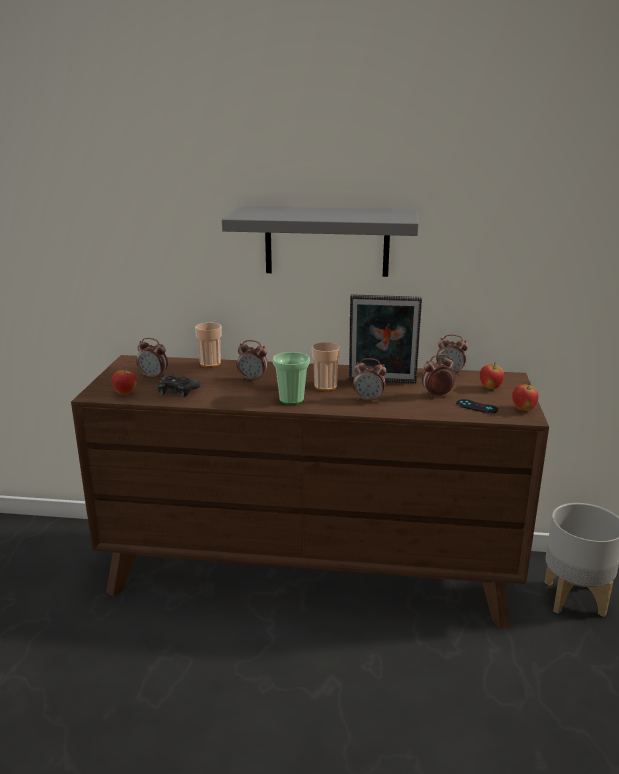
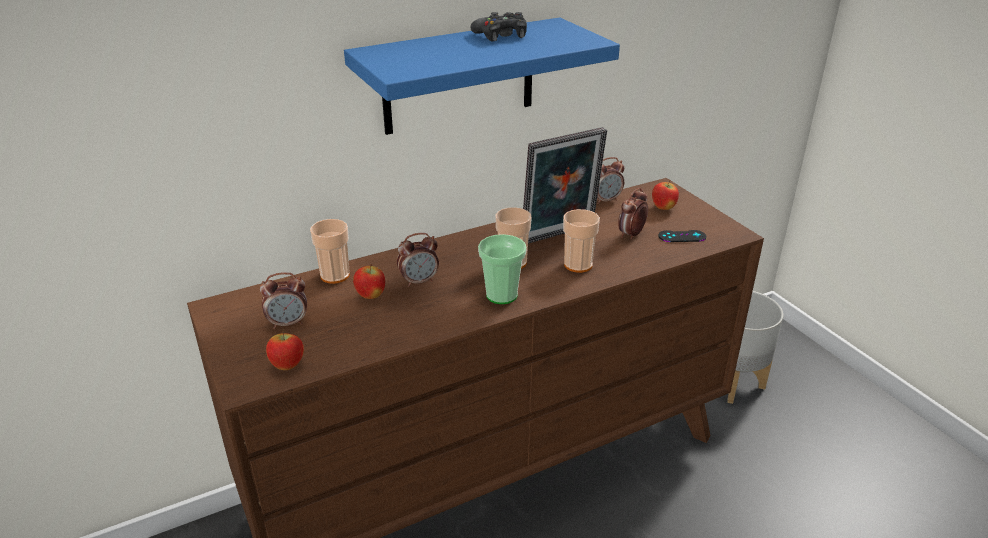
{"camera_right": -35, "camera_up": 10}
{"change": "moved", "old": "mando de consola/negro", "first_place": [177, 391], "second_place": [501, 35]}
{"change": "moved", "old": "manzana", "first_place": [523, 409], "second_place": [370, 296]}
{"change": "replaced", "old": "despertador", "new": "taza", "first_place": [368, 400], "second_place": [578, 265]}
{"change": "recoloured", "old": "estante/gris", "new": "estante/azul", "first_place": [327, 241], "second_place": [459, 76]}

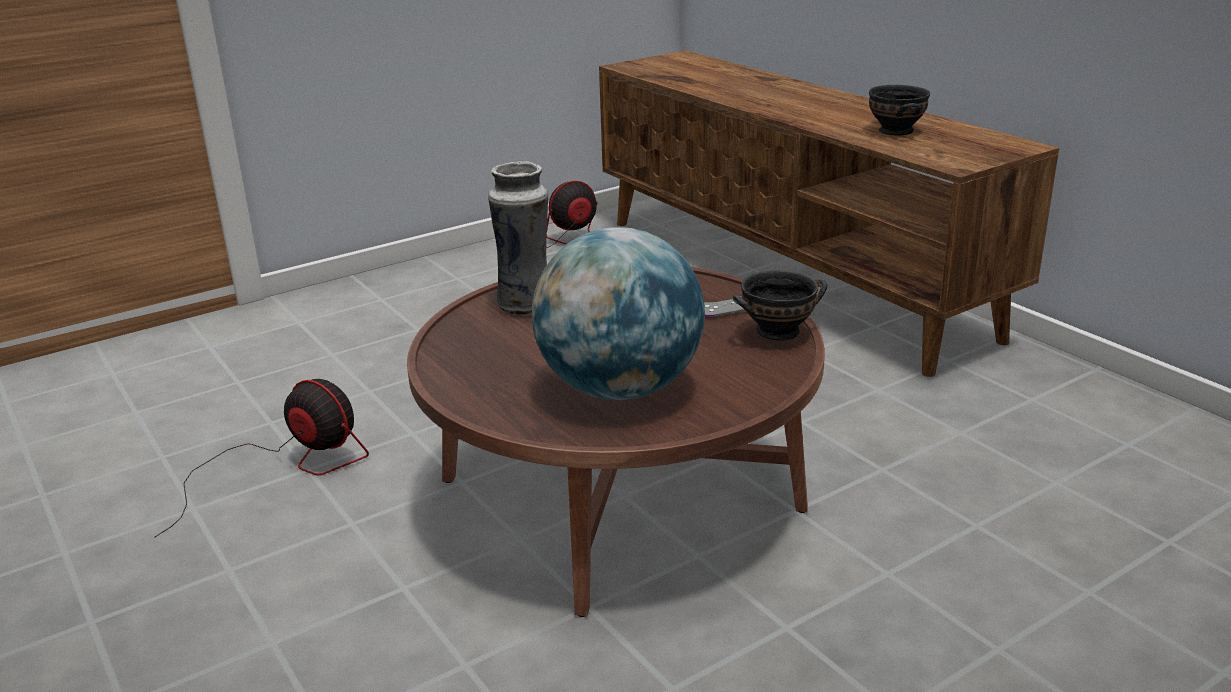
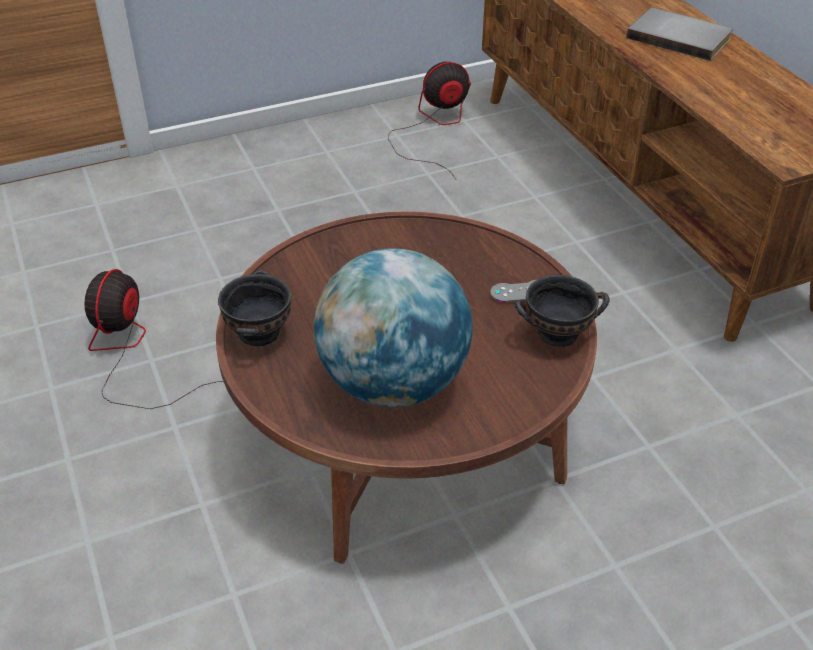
{"camera_right": 10, "camera_up": 15}
{"change": "removed", "old": "florero", "first_place": [525, 305]}
{"change": "added", "new": "libro/gris", "second_place": [680, 37]}
{"change": "moved", "old": "cuenco/negro", "first_place": [895, 131], "second_place": [258, 334]}
{"change": "turned", "old": "ventilador", "first_place": [286, 466], "second_place": [134, 354], "degrees": -120}

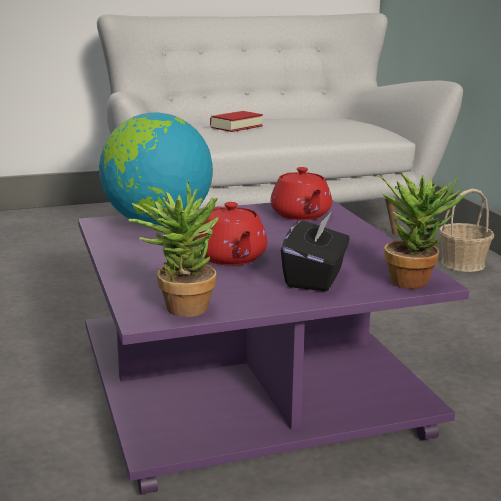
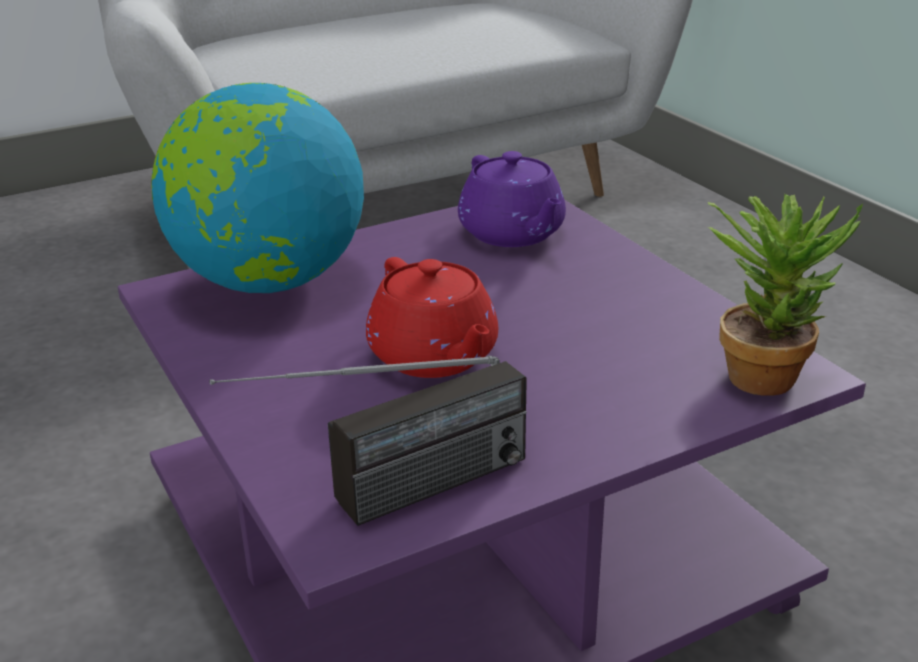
{"camera_right": -10, "camera_up": 10}
{"change": "removed", "old": "libro", "first_place": [236, 126]}
{"change": "removed", "old": "caja de pañuelos/negro", "first_place": [315, 278]}
{"change": "removed", "old": "cesta", "first_place": [463, 264]}
{"change": "replaced", "old": "planta en maceta", "new": "radio", "first_place": [179, 307], "second_place": [388, 500]}
{"change": "recoloured", "old": "tetera/rojo", "new": "tetera/morado", "first_place": [301, 215], "second_place": [513, 234]}

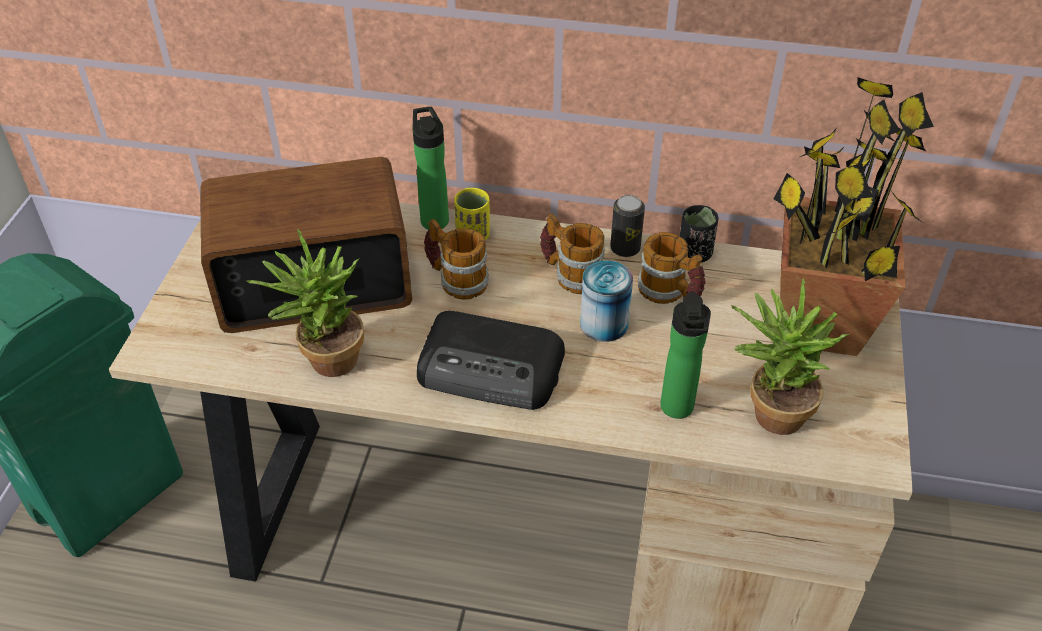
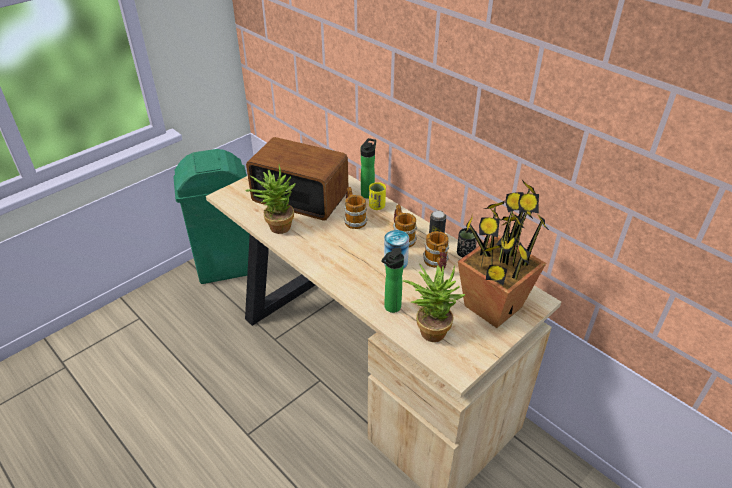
{"camera_right": 35, "camera_up": -5}
{"change": "removed", "old": "radio", "first_place": [492, 369]}

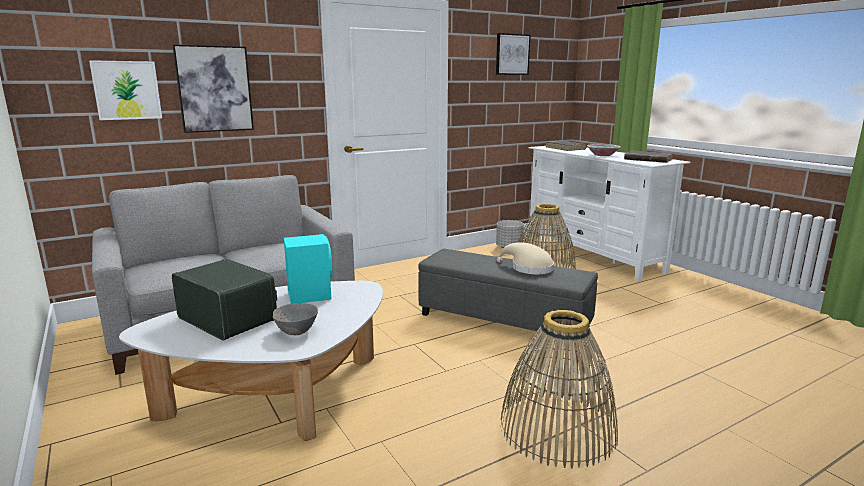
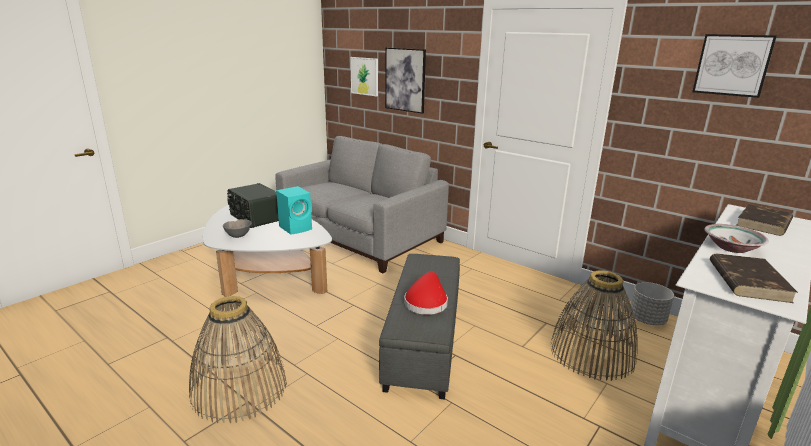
{"camera_right": 70, "camera_up": 5}
{"change": "recoloured", "old": "sombrero/beis", "new": "sombrero/rojo", "first_place": [528, 268], "second_place": [426, 302]}
{"change": "turned", "old": "radio", "first_place": [229, 318], "second_place": [255, 217], "degrees": 120}

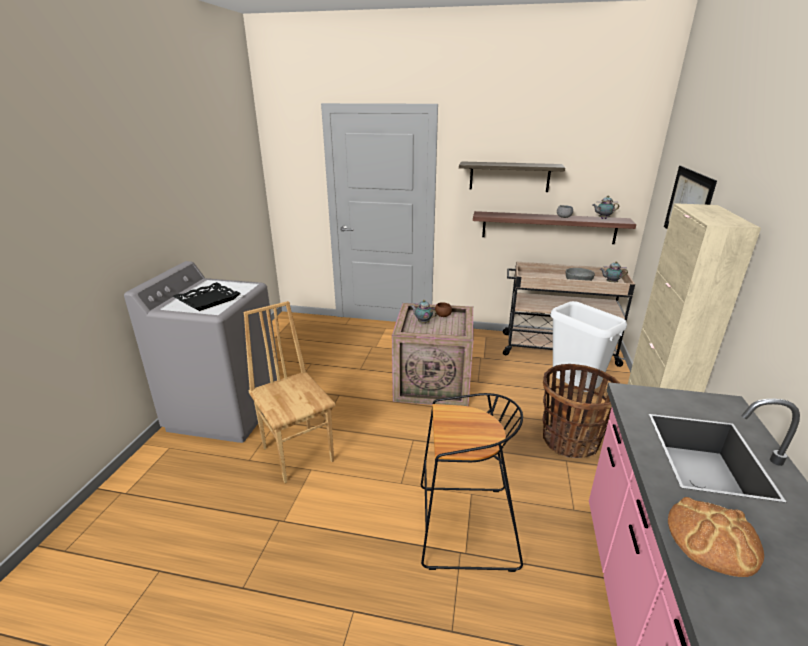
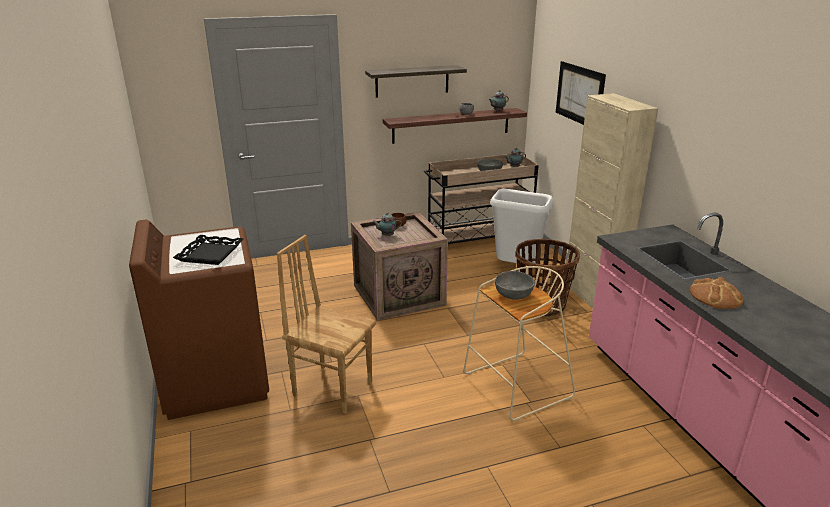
{"camera_right": -30, "camera_up": 0}
{"change": "added", "new": "cuenco/gris", "second_place": [513, 294]}
{"change": "recoloured", "old": "lavadora/gris", "new": "lavadora/marrón", "first_place": [226, 411], "second_place": [215, 380]}
{"change": "recoloured", "old": "taburete/negro", "new": "taburete/beis", "first_place": [464, 527], "second_place": [516, 387]}

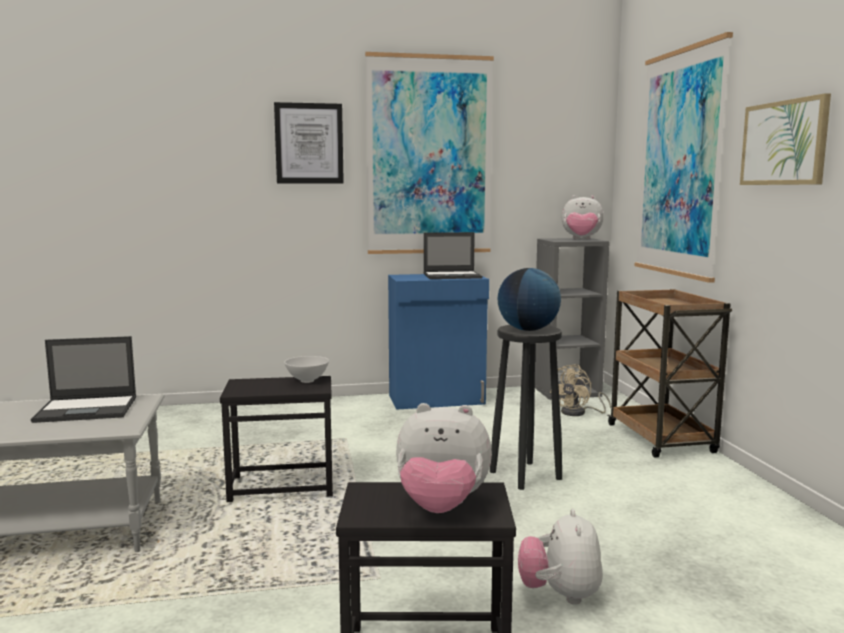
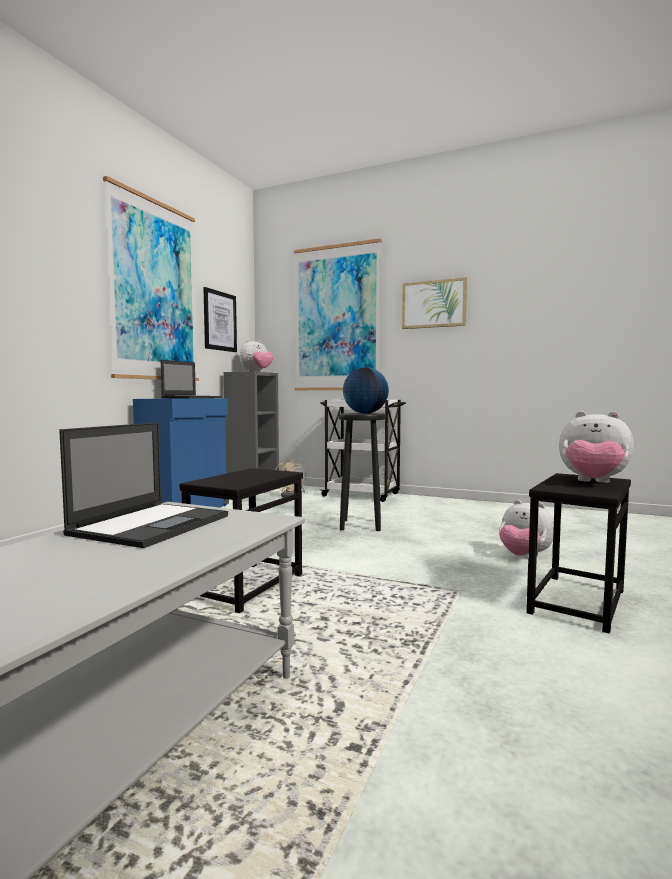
{"camera_right": -55, "camera_up": -5}
{"change": "removed", "old": "cuenco/blanco", "first_place": [307, 381]}
{"change": "moved", "old": "cuadro", "first_place": [309, 143], "second_place": [220, 321]}
{"change": "recoloured", "old": "carrito/marrón", "new": "carrito/blanco", "first_place": [661, 439], "second_place": [362, 495]}
{"change": "turned", "old": "peluche", "first_place": [441, 507], "second_place": [593, 482], "degrees": 75}

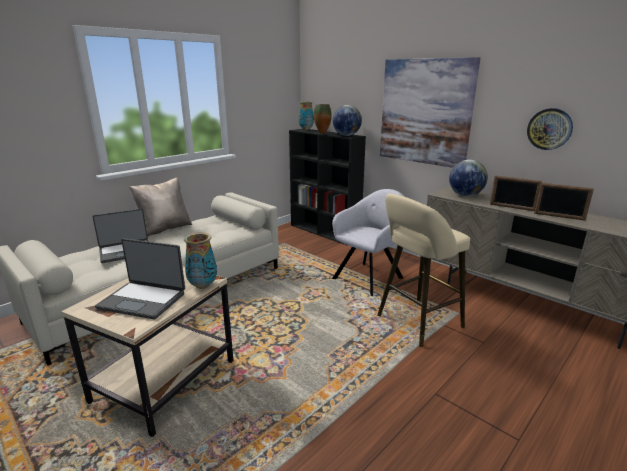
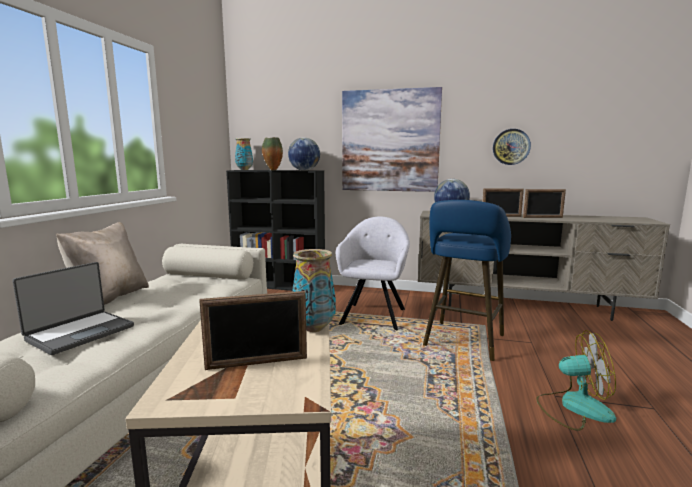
{"camera_right": -30, "camera_up": -10}
{"change": "added", "new": "ventilador", "second_place": [574, 407]}
{"change": "replaced", "old": "portátil", "new": "portarretratos", "first_place": [143, 300], "second_place": [257, 363]}
{"change": "recoloured", "old": "taburete/beis", "new": "taburete/azul", "first_place": [416, 323], "second_place": [463, 342]}

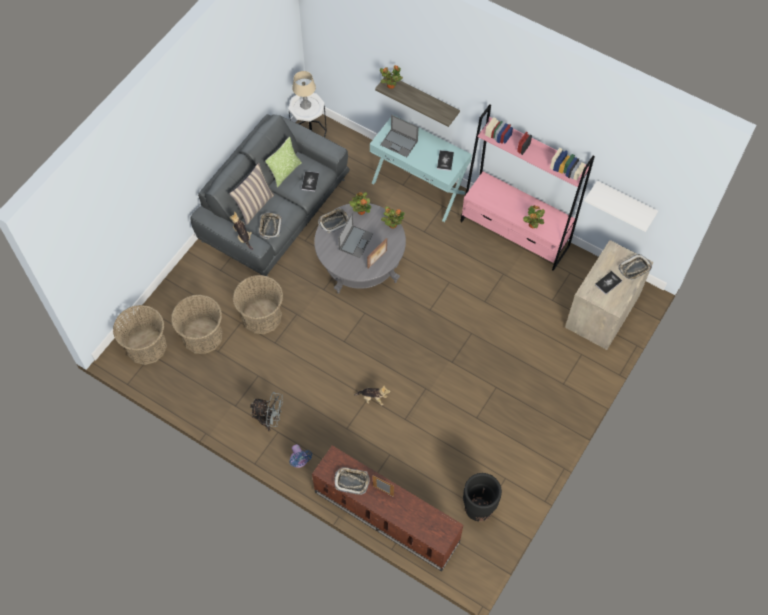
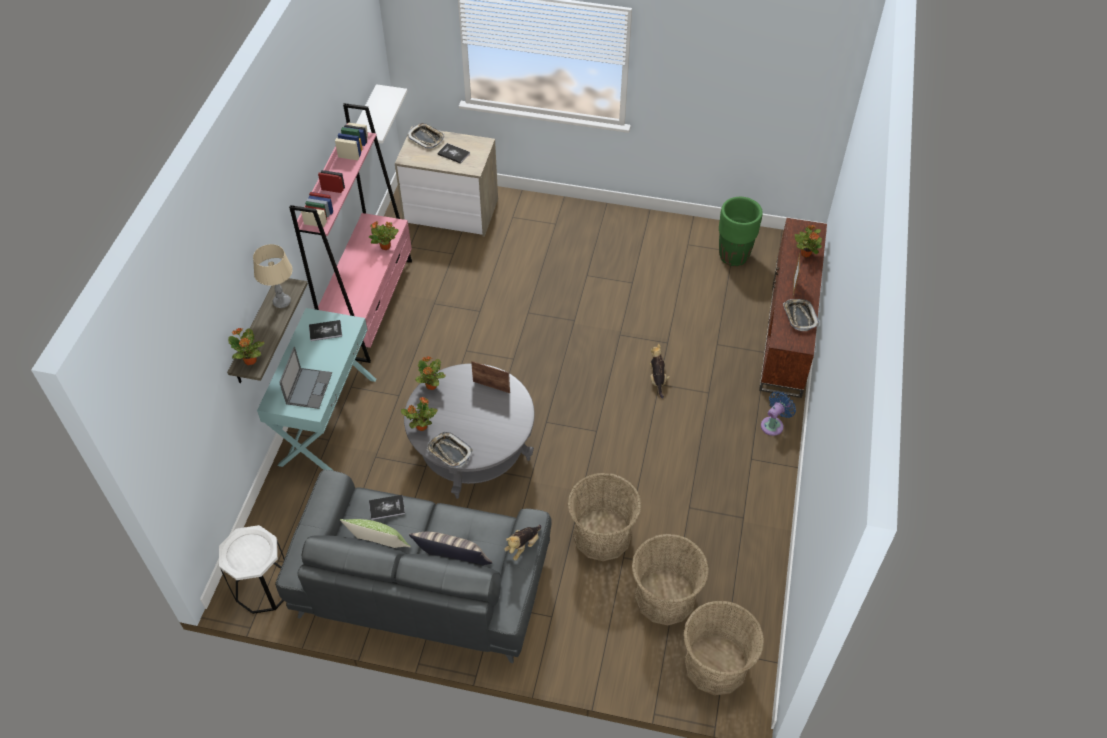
{"camera_right": -110, "camera_up": -10}
{"change": "removed", "old": "ventilador/gris", "first_place": [270, 420]}
{"change": "removed", "old": "bandeja", "first_place": [270, 227]}
{"change": "removed", "old": "portátil", "first_place": [356, 241]}
{"change": "added", "new": "planta en maceta", "second_place": [806, 253]}
{"change": "moved", "old": "lámpara de mesa/beis", "first_place": [305, 105], "second_place": [281, 302]}
{"change": "recoloured", "old": "maceta/negro", "new": "maceta/verde", "first_place": [478, 509], "second_place": [733, 256]}

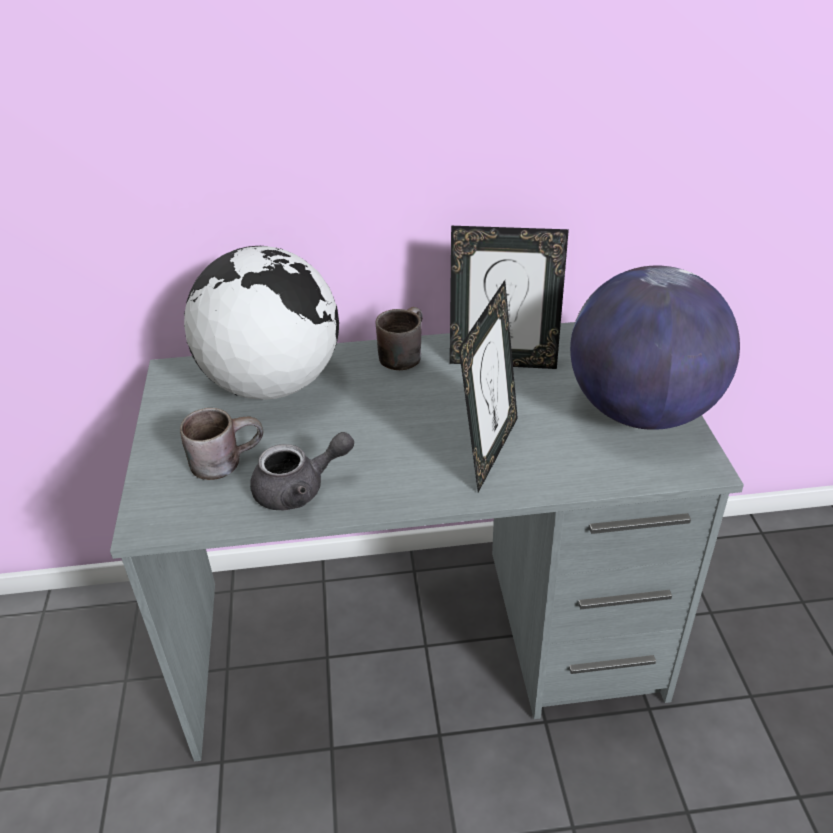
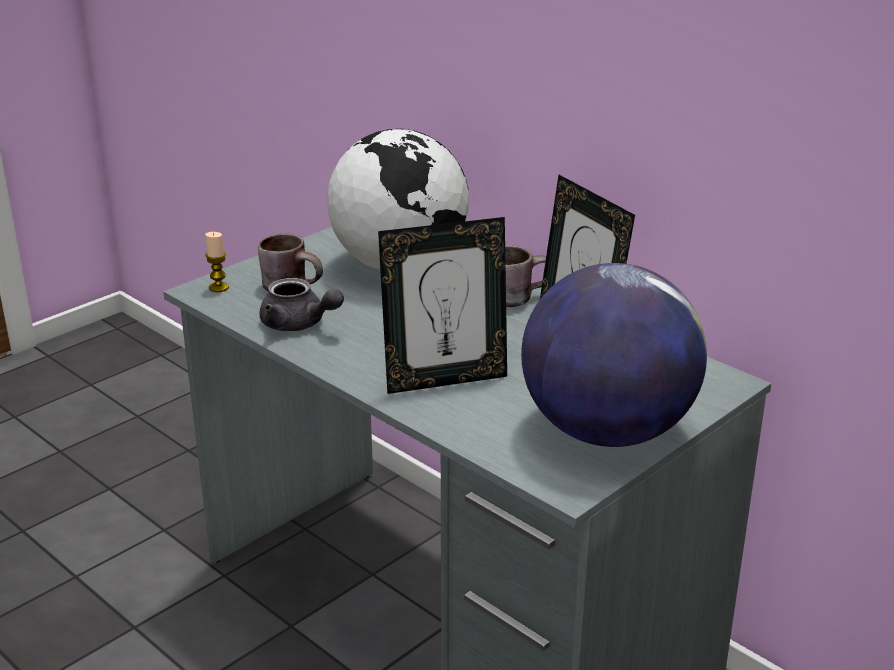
{"camera_right": 50, "camera_up": -10}
{"change": "added", "new": "vela", "second_place": [219, 287]}

